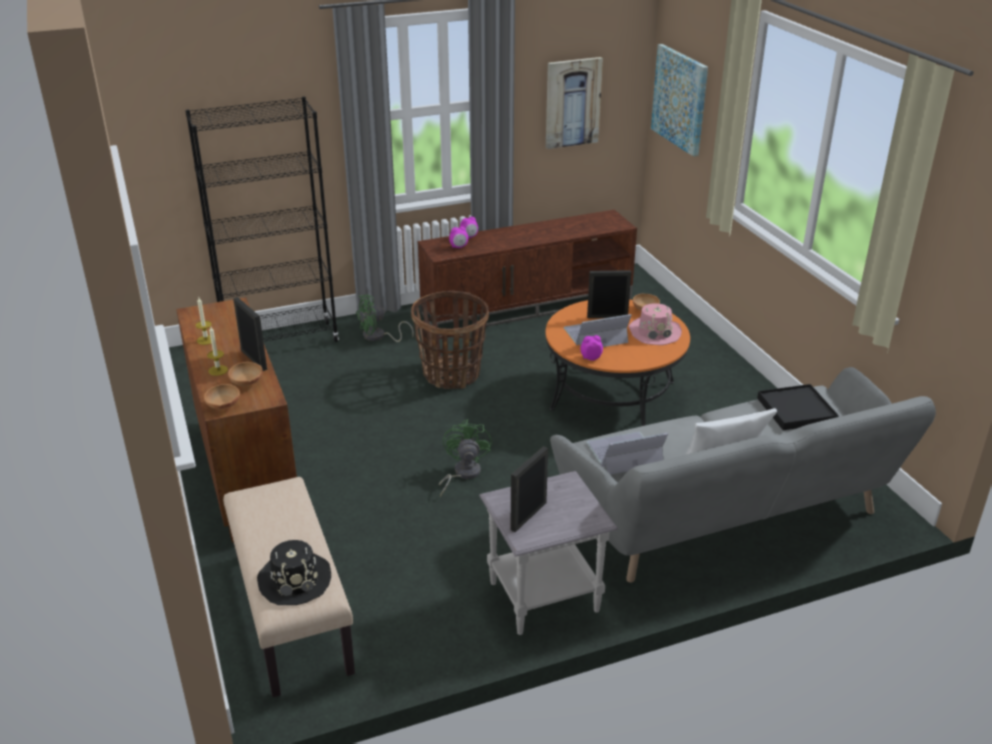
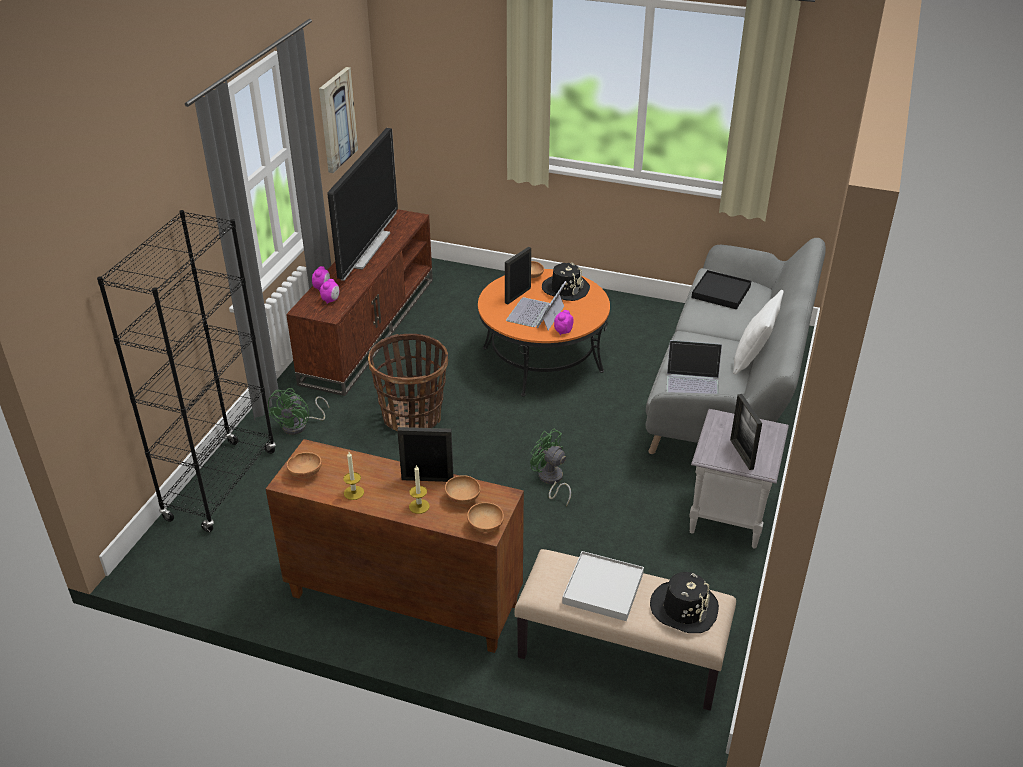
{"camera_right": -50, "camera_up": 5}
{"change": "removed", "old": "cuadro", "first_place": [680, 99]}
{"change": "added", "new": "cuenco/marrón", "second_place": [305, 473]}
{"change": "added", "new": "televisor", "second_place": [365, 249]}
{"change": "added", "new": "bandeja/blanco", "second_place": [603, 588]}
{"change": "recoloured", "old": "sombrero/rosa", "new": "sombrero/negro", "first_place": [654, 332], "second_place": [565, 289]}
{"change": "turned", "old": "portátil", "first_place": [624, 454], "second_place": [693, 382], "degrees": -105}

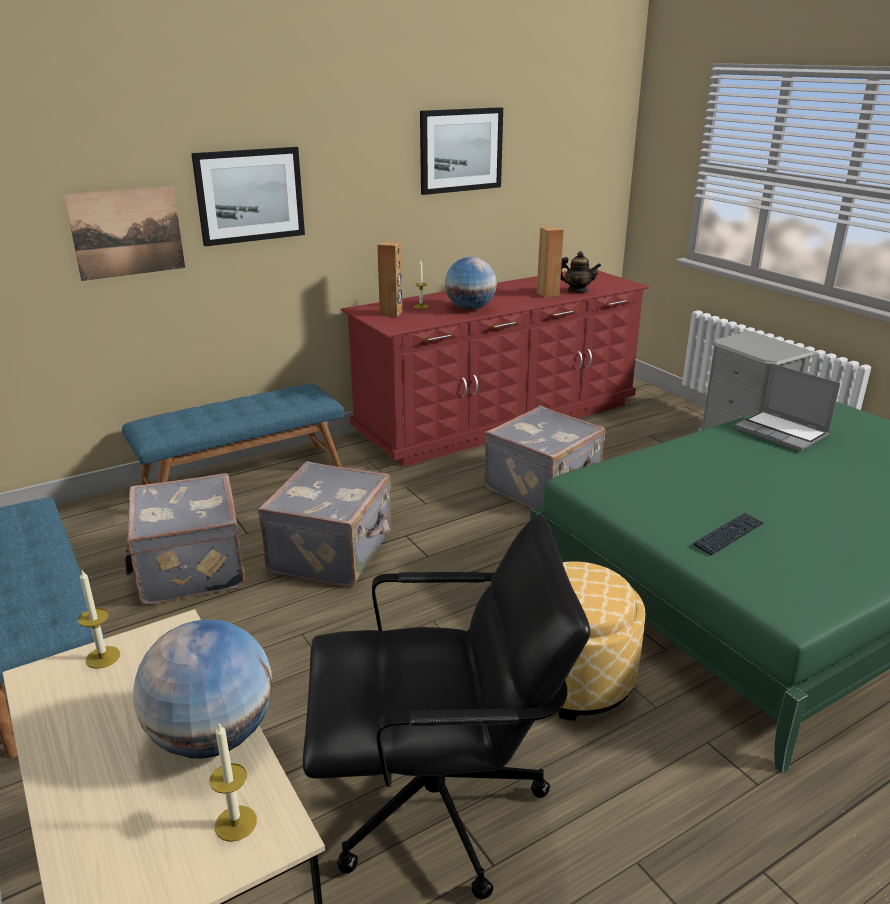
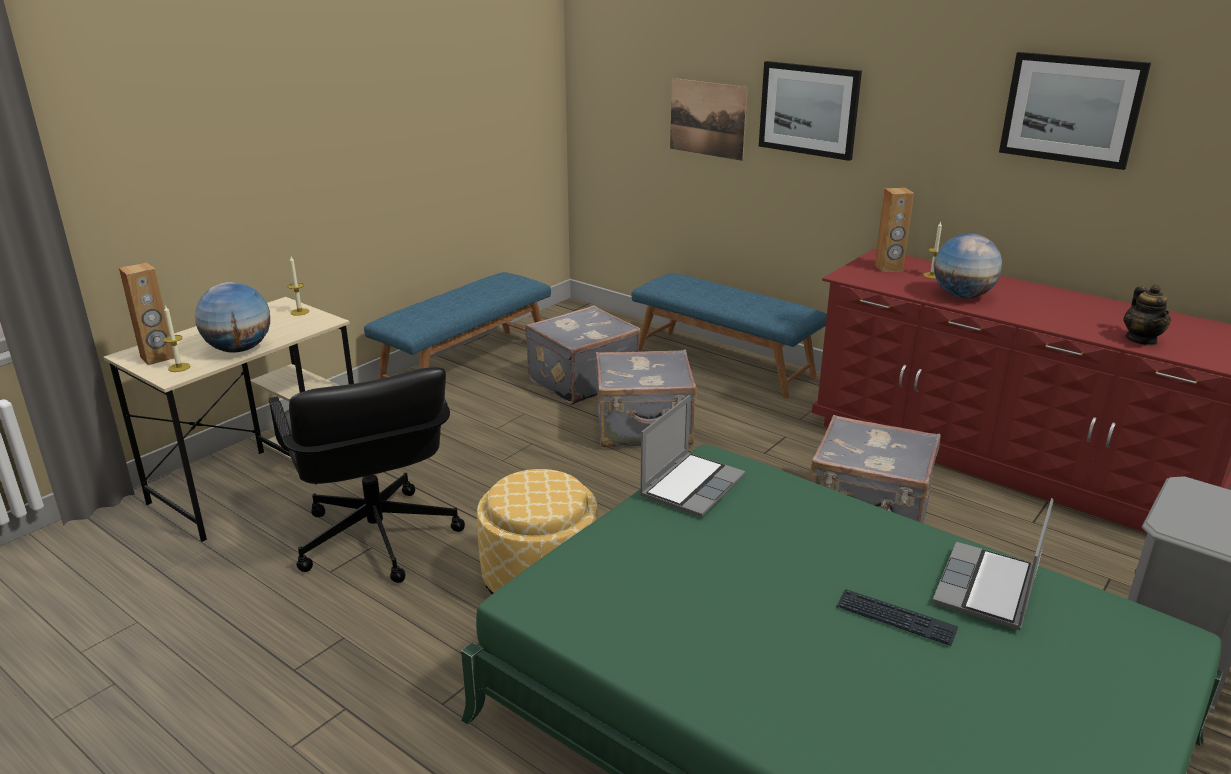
{"camera_right": 70, "camera_up": 0}
{"change": "added", "new": "portátil", "second_place": [692, 485]}
{"change": "moved", "old": "altavoz/marrón", "first_place": [548, 294], "second_place": [158, 358]}
{"change": "moved", "old": "teclado", "first_place": [729, 535], "second_place": [895, 619]}

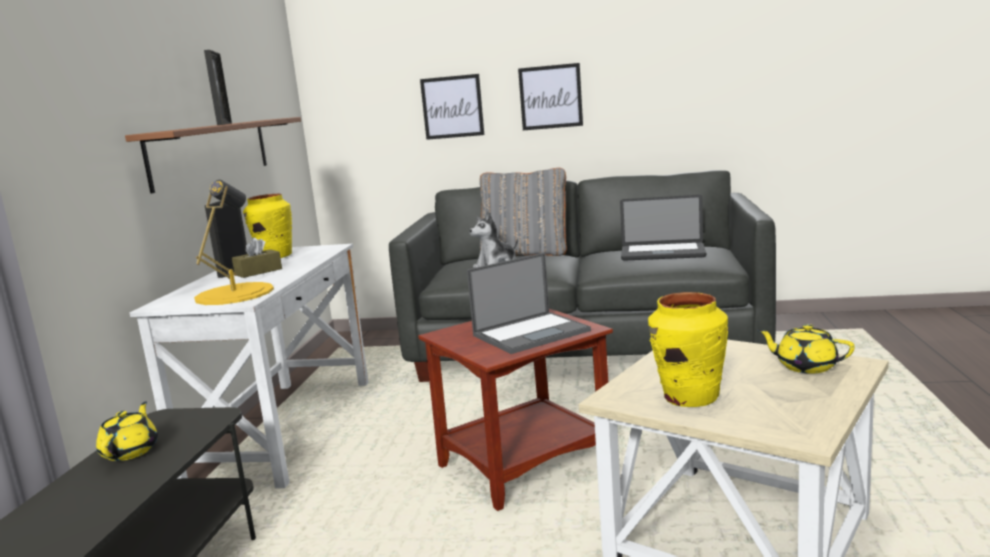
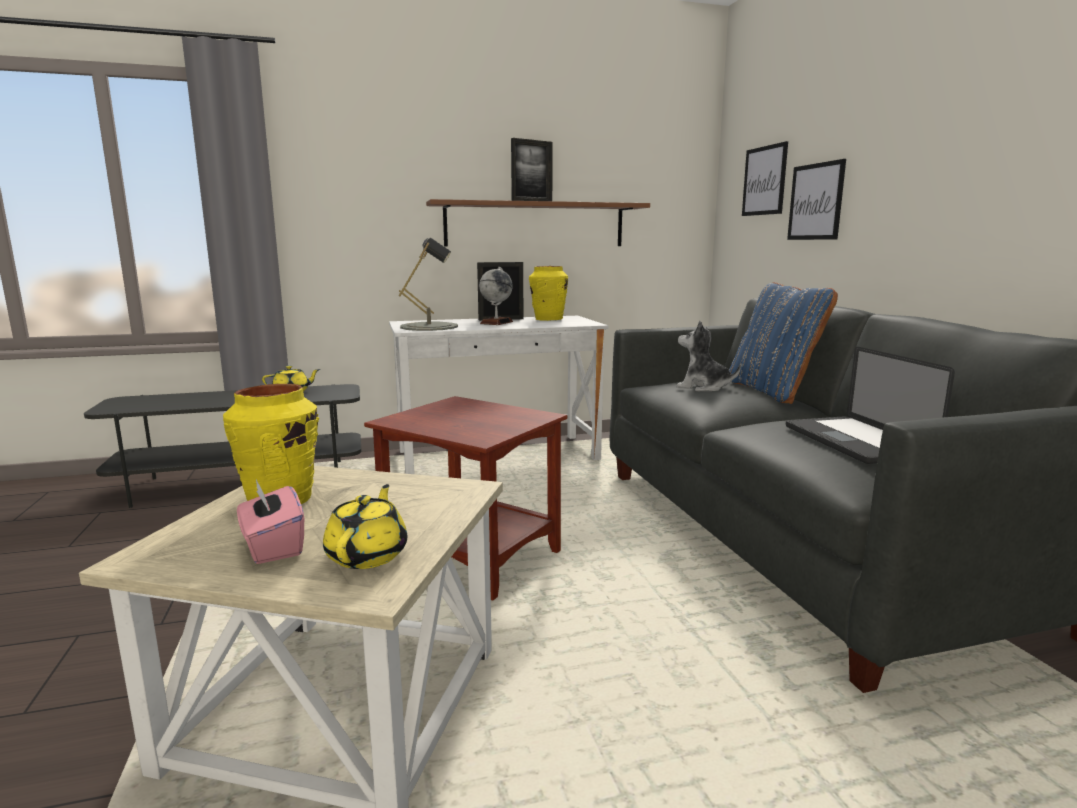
{"camera_right": 65, "camera_up": 0}
{"change": "removed", "old": "portátil", "first_place": [532, 333]}
{"change": "added", "new": "caja de pañuelos/rosa", "second_place": [273, 546]}
{"change": "moved", "old": "cuadro", "first_place": [550, 97], "second_place": [764, 180]}
{"change": "replaced", "old": "caja de pañuelos/marrón", "new": "globo terráqueo", "first_place": [258, 272], "second_place": [496, 322]}
{"change": "recoloured", "old": "lámpara de mesa/amarillo", "new": "lámpara de mesa/gris", "first_place": [234, 294], "second_place": [429, 326]}
{"change": "recoloured", "old": "cojín/gris", "new": "cojín/azul", "first_place": [525, 254], "second_place": [772, 391]}

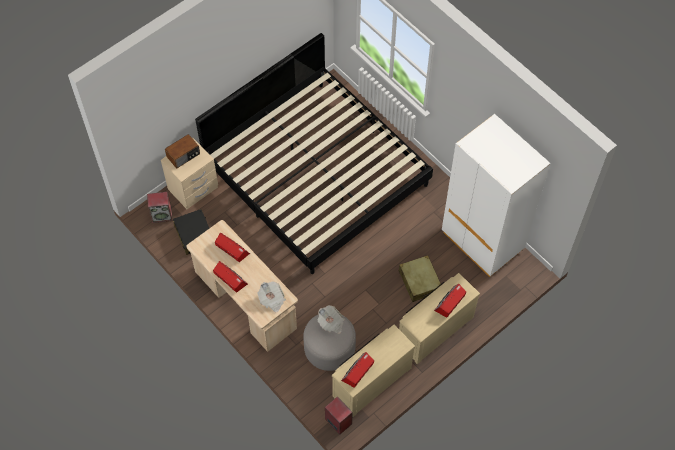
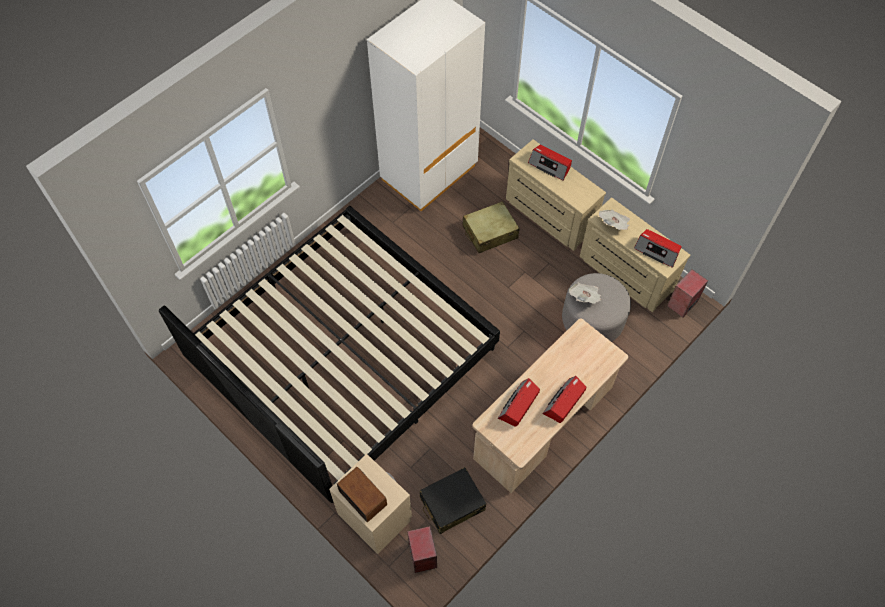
{"camera_right": -95, "camera_up": 0}
{"change": "moved", "old": "periódico", "first_place": [272, 300], "second_place": [614, 224]}

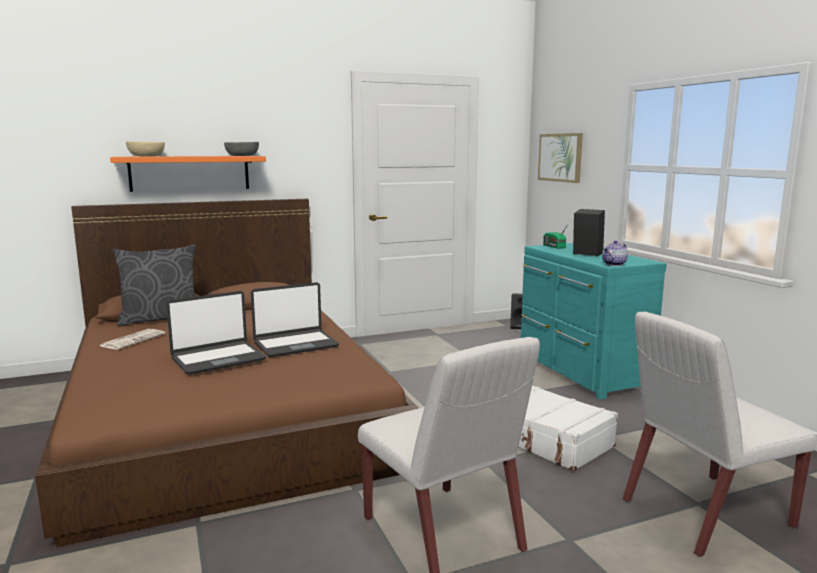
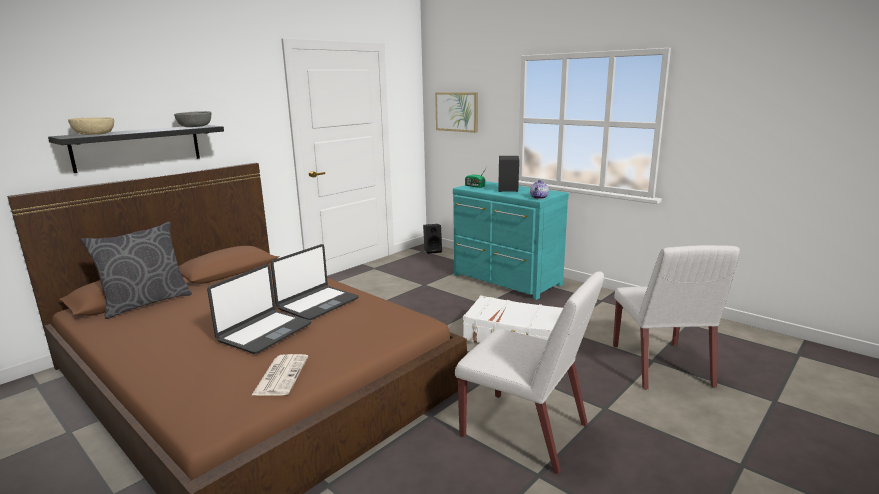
{"camera_right": -25, "camera_up": 5}
{"change": "moved", "old": "periódico", "first_place": [133, 340], "second_place": [281, 375]}
{"change": "recoloured", "old": "estante/naranja", "new": "estante/negro", "first_place": [190, 173], "second_place": [138, 147]}
{"change": "turned", "old": "silla/blanco", "first_place": [704, 513], "second_place": [661, 366], "degrees": -45}

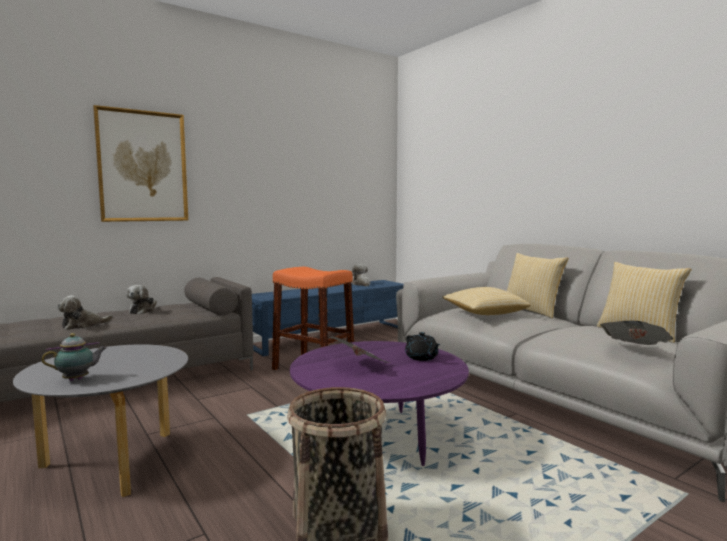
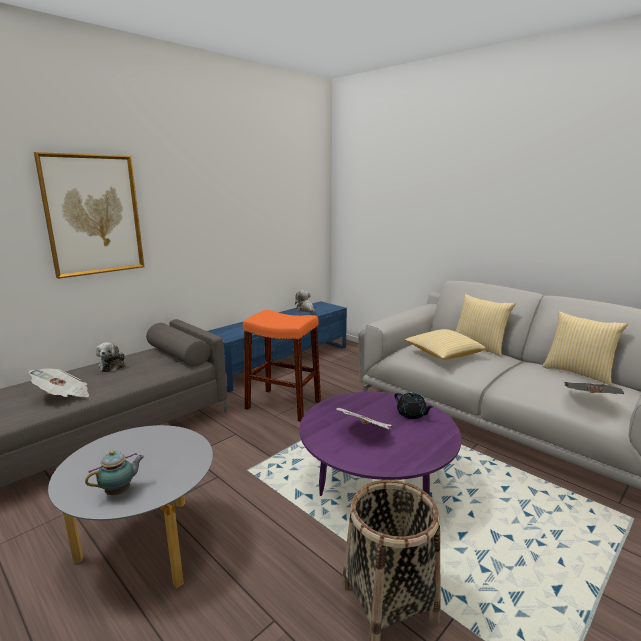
{"camera_right": -10, "camera_up": 10}
{"change": "replaced", "old": "peluche", "new": "periódico", "first_place": [83, 325], "second_place": [63, 395]}

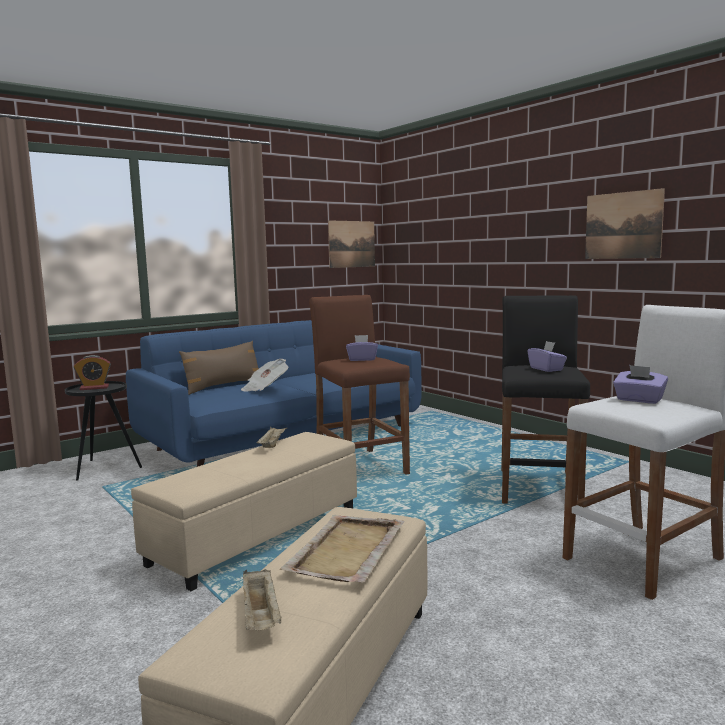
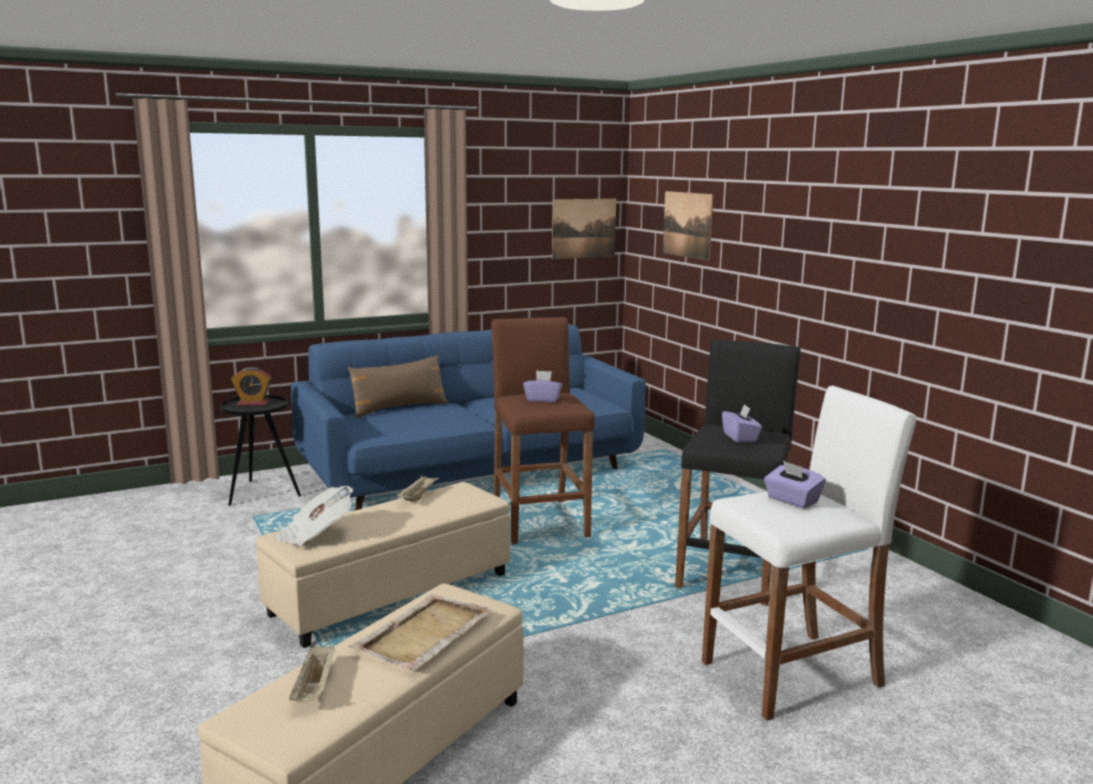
{"camera_right": 10, "camera_up": 5}
{"change": "moved", "old": "periódico", "first_place": [265, 388], "second_place": [315, 535]}
{"change": "moved", "old": "cuadro", "first_place": [623, 225], "second_place": [687, 224]}

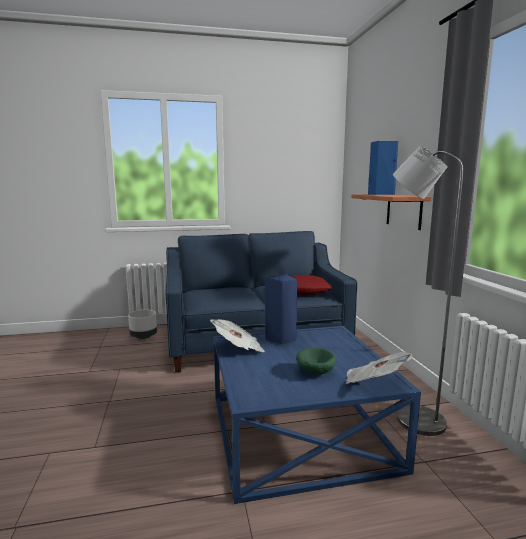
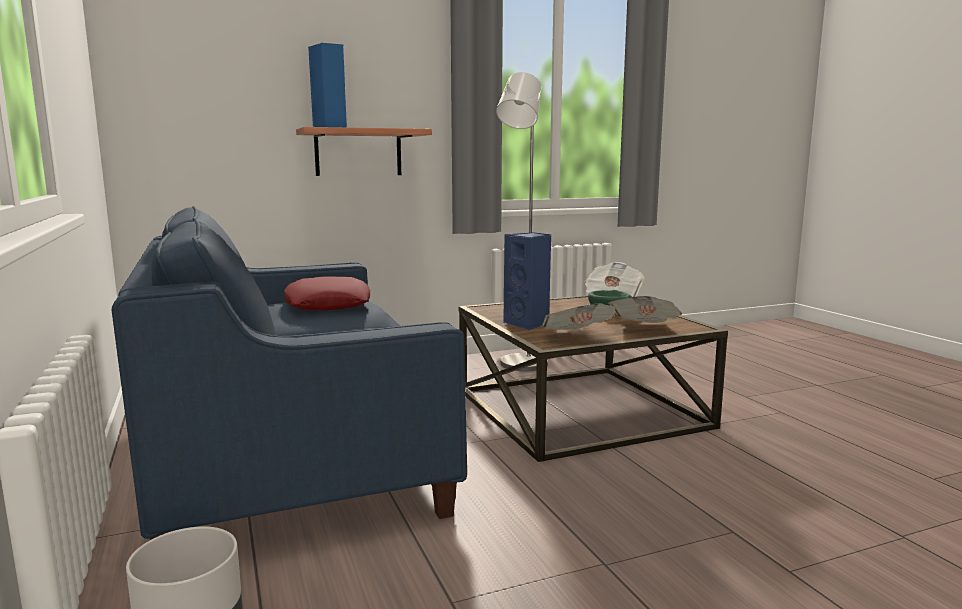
{"camera_right": -100, "camera_up": 0}
{"change": "added", "new": "periódico", "second_place": [644, 330]}
{"change": "recoloured", "old": "mesa de centro/azul", "new": "mesa de centro/marrón", "first_place": [299, 430], "second_place": [578, 408]}

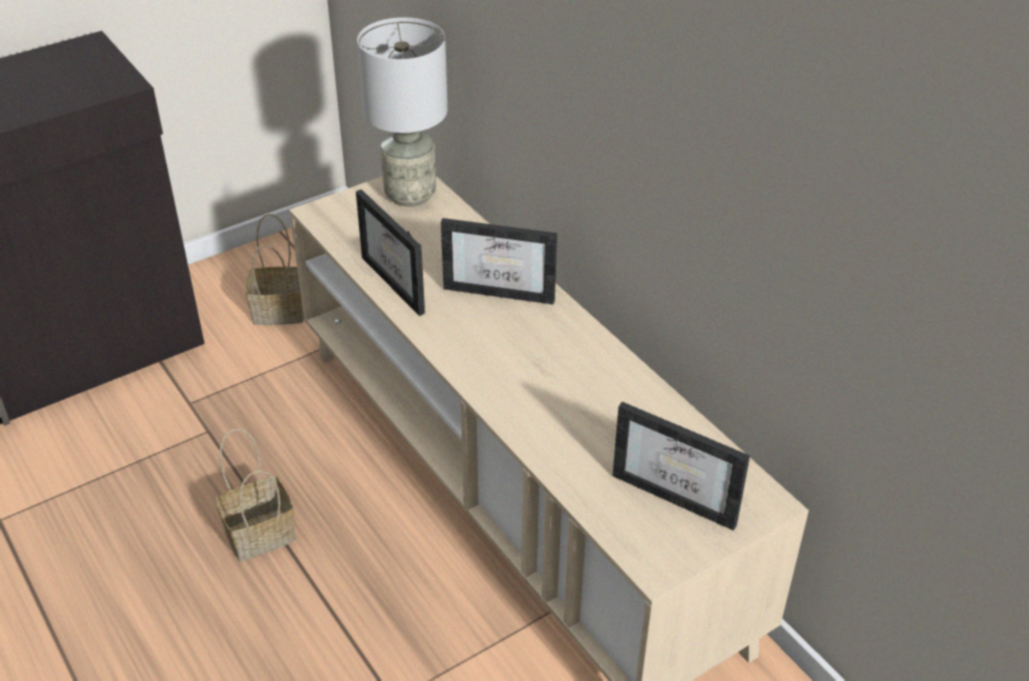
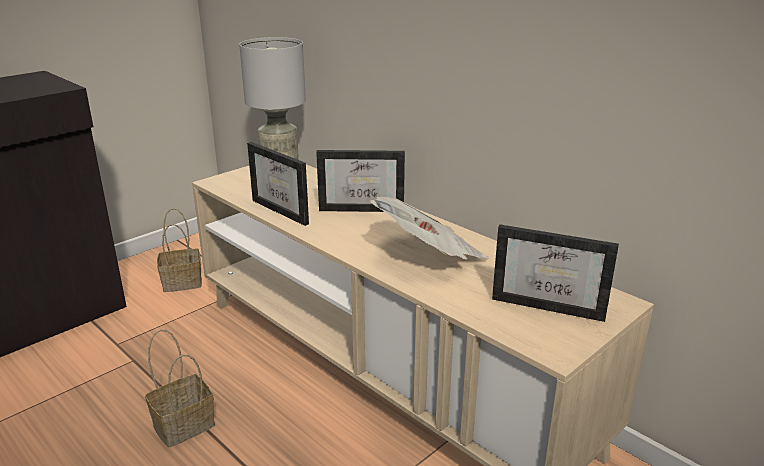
{"camera_right": -10, "camera_up": -15}
{"change": "added", "new": "periódico", "second_place": [429, 256]}

